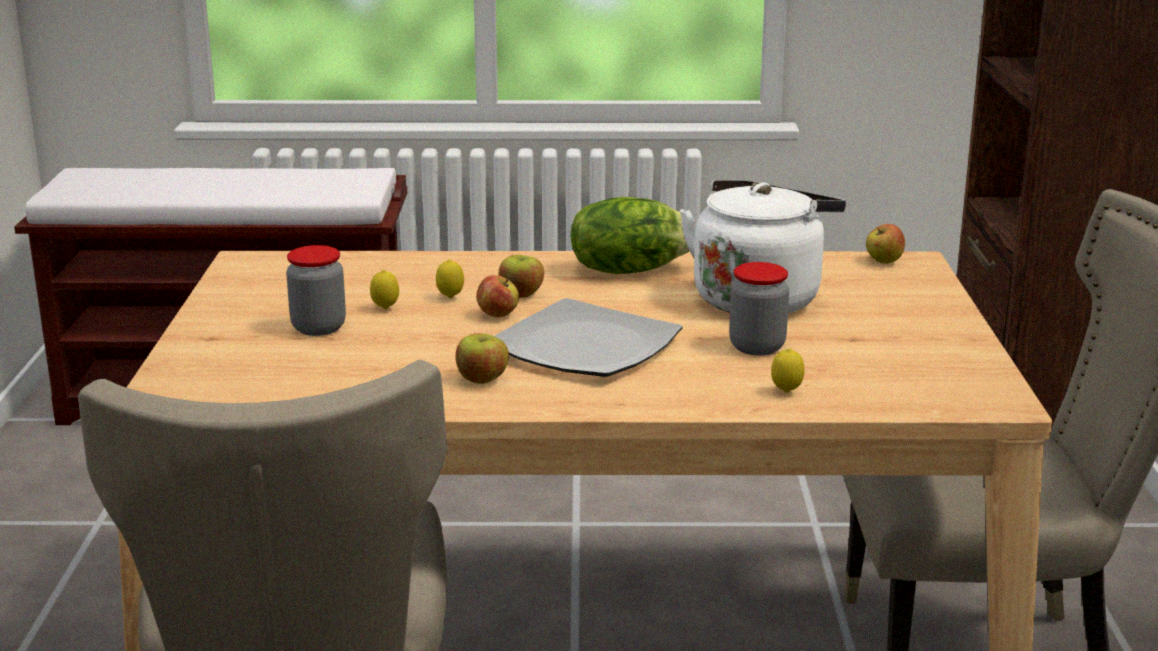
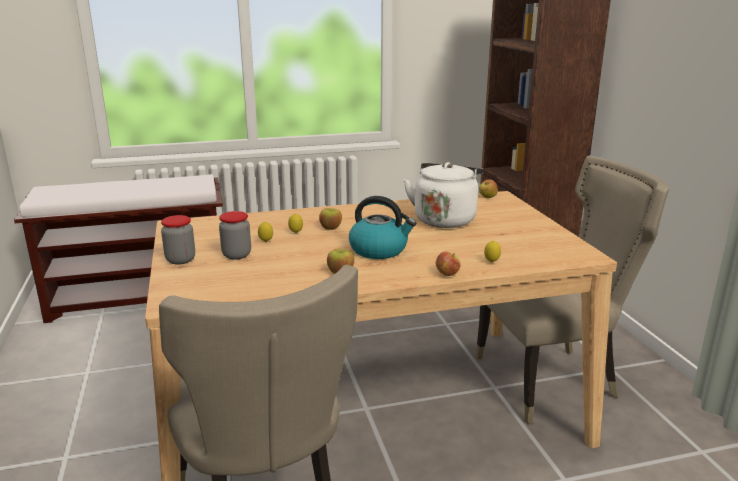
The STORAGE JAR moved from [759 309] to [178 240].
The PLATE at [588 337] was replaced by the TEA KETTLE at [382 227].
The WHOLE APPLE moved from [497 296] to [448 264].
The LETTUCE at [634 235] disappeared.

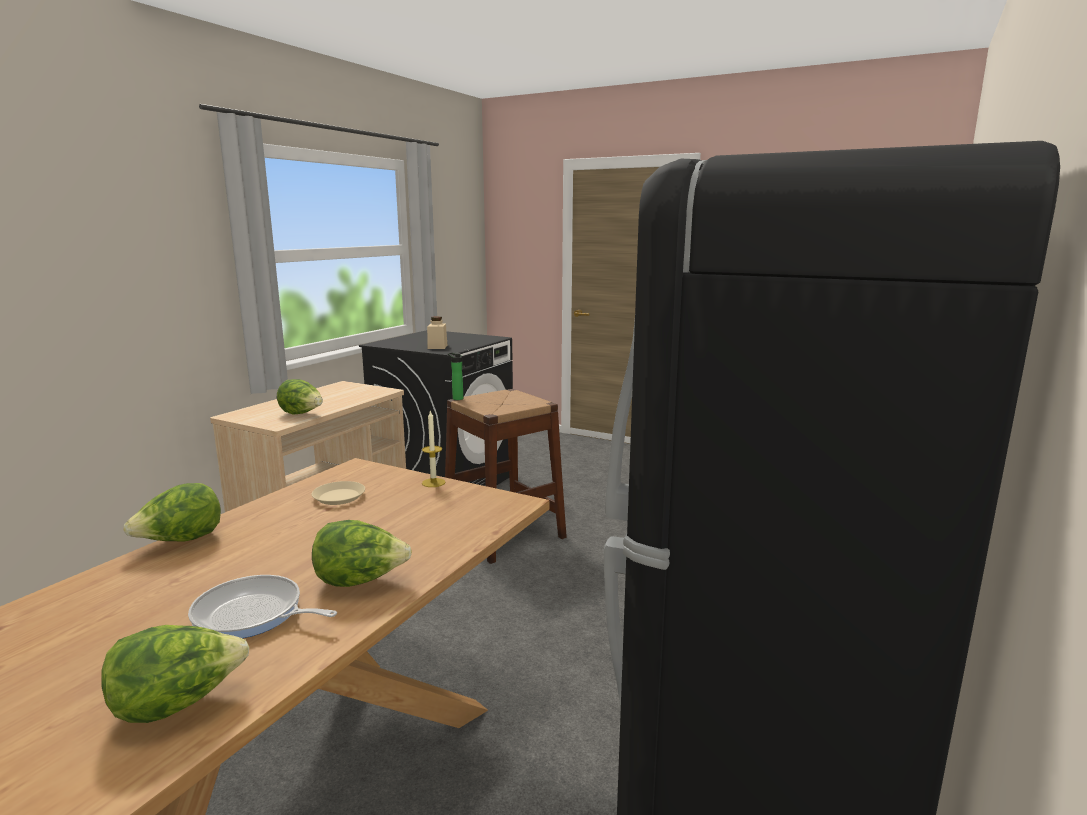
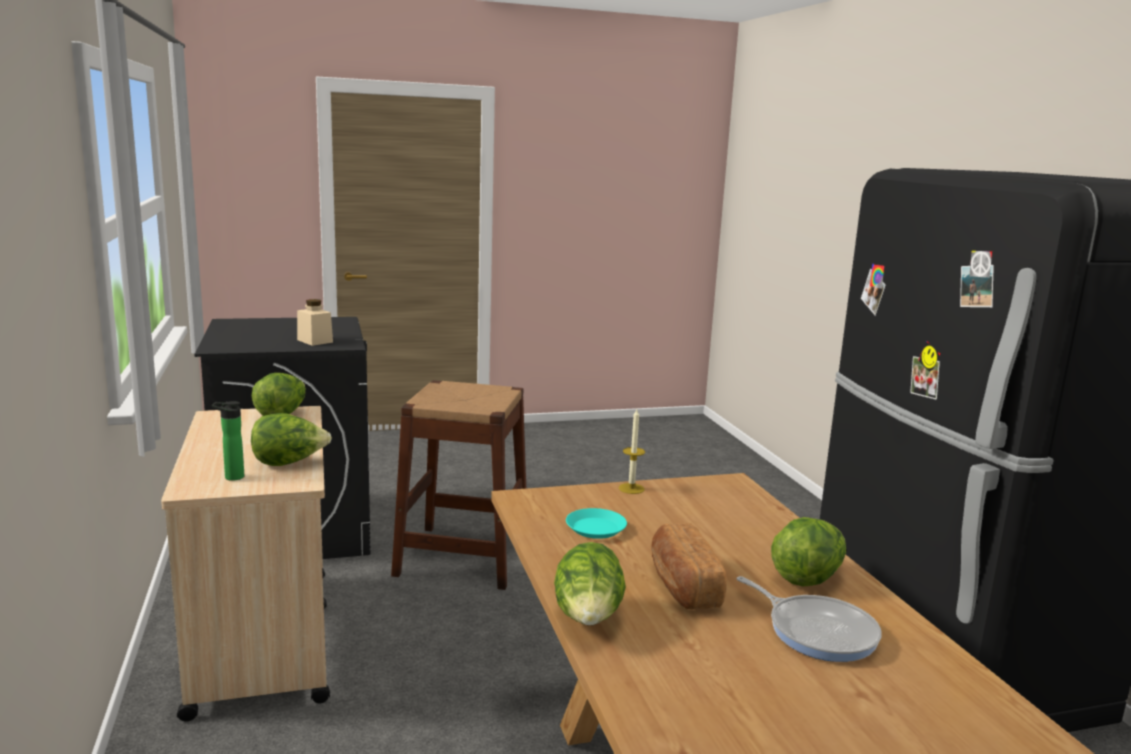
The DRINK BOTTLE moved from [455 376] to [228 441].
The LETTUCE moved from [175 674] to [279 394].
The BEIGE-COLOURED PLATE at [338 493] became the BLUE-GREEN PLATE at [596 523].
The BREAD at [689 566] appeared.
The PAN at [262 606] turned 105 degrees counterclockwise.

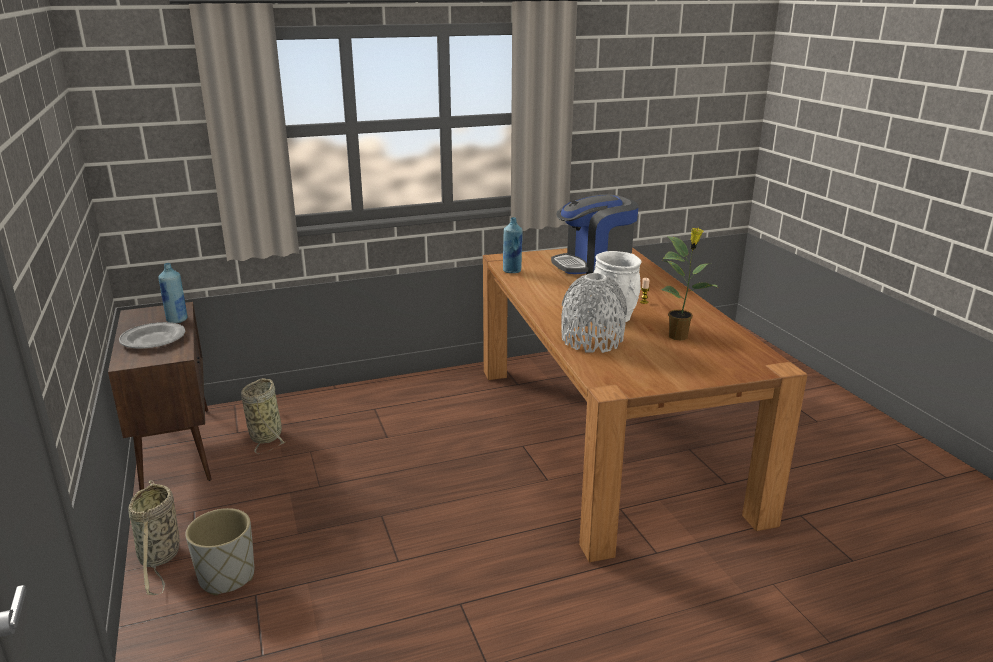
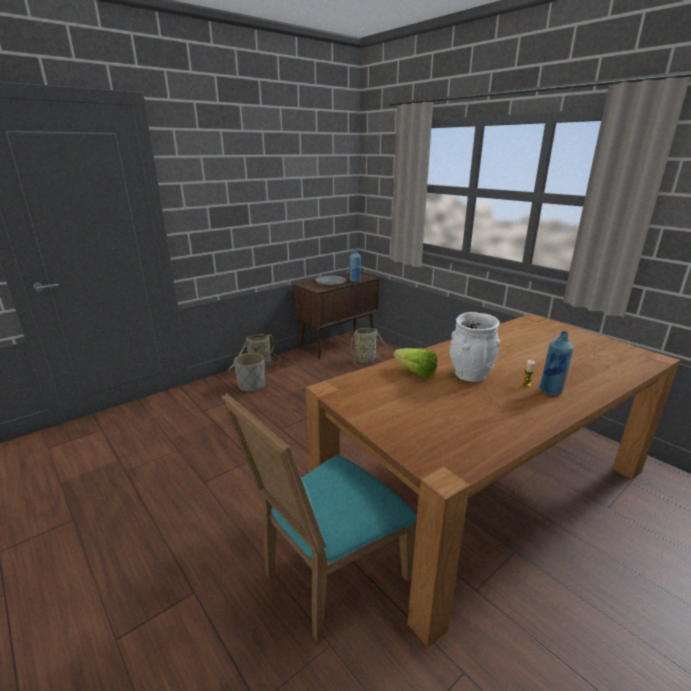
The BLUE-GREEN UPRIGHT CHAIR at [319 517] appeared.
The GREYISH VASE at [594 313] was replaced by the LETTUCE at [415 363].
The BLUISH DRINK BOTTLE moved from [513 245] to [556 363].
The COFFEE MAKER at [595 234] disappeared.
The PLANT IN A POT at [689 284] disappeared.

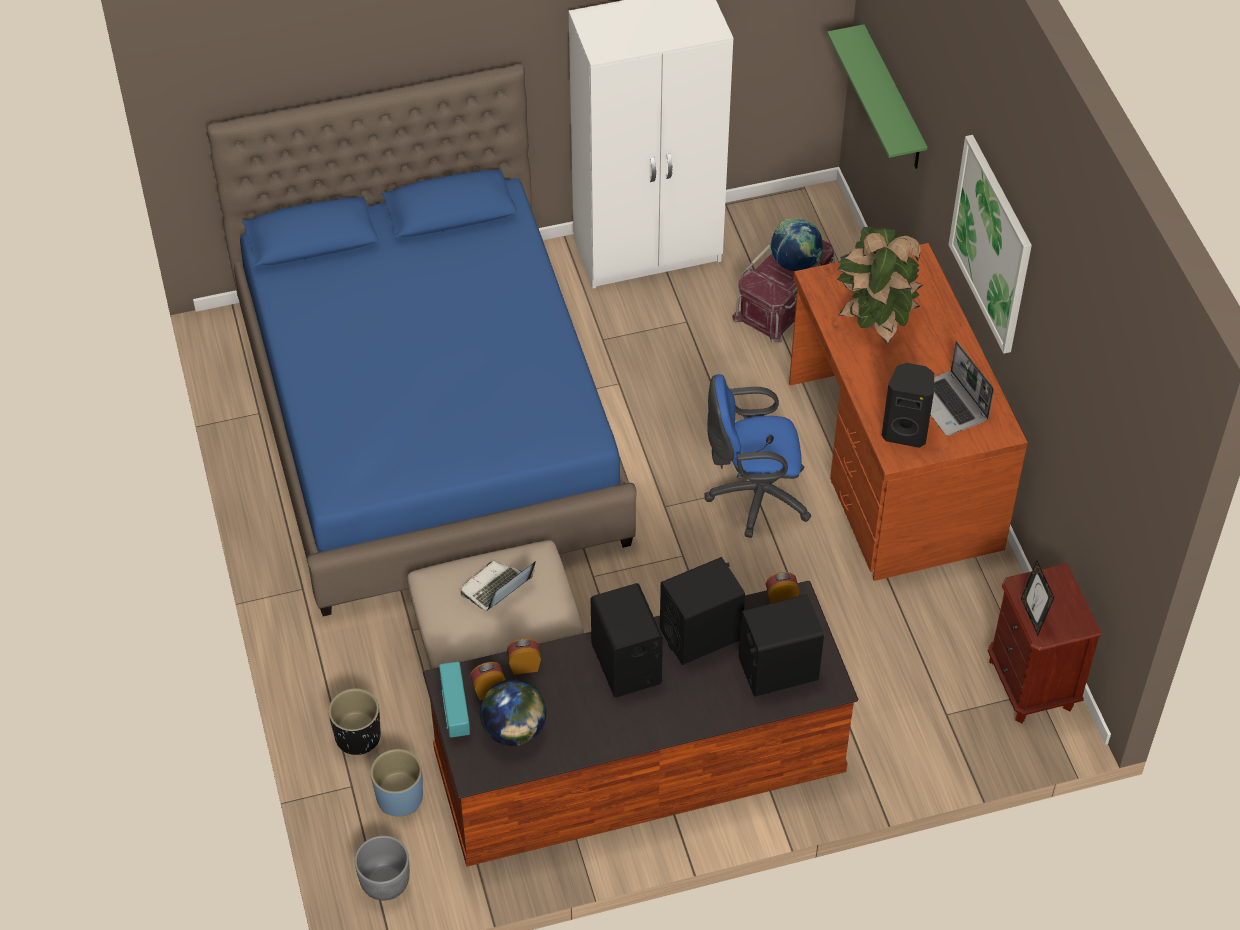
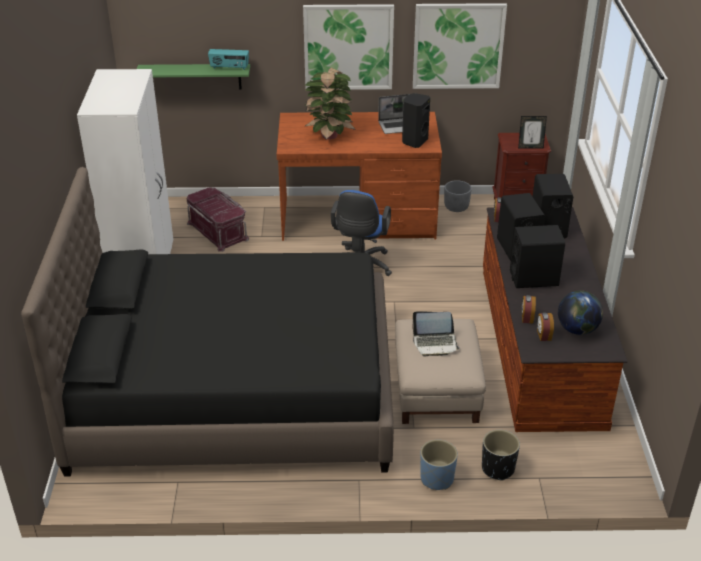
The BLUISH BED at [422 340] became the BLACK-COLOURED BED at [207 321].
The RADIO RECEIVER moved from [454 699] to [228 59].
The NOTEBOOK COMPUTER at [498 586] turned 60 degrees counterclockwise.
The WALL PICTURE at [460 46] appeared.
The BLUISH PLANT POT moved from [397 782] to [439 465].
The GREYISH PLANT POT moved from [382 868] to [458 196].
The GLOBE at [796 244] disappeared.

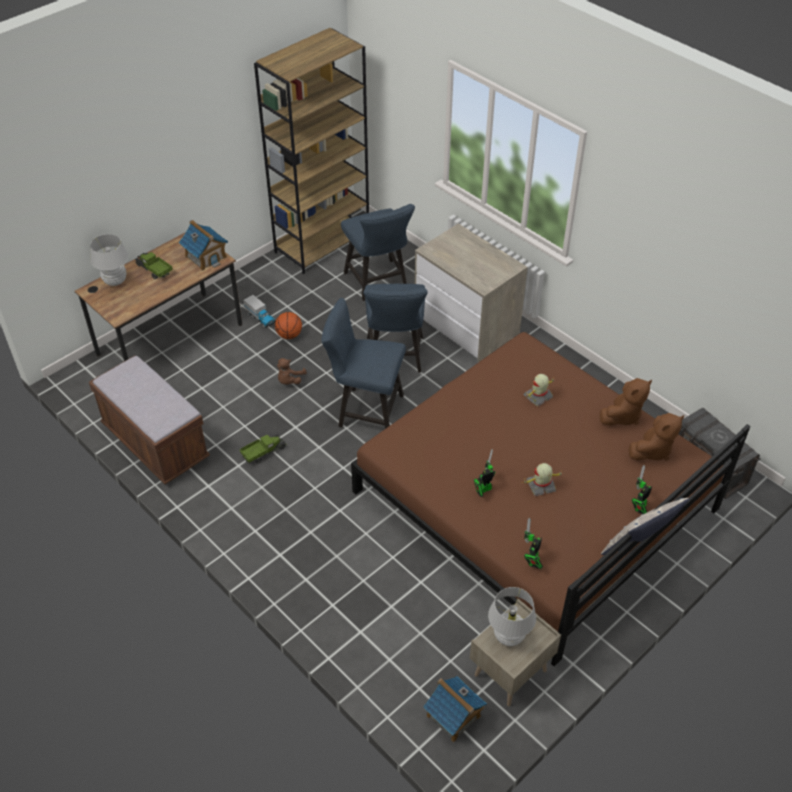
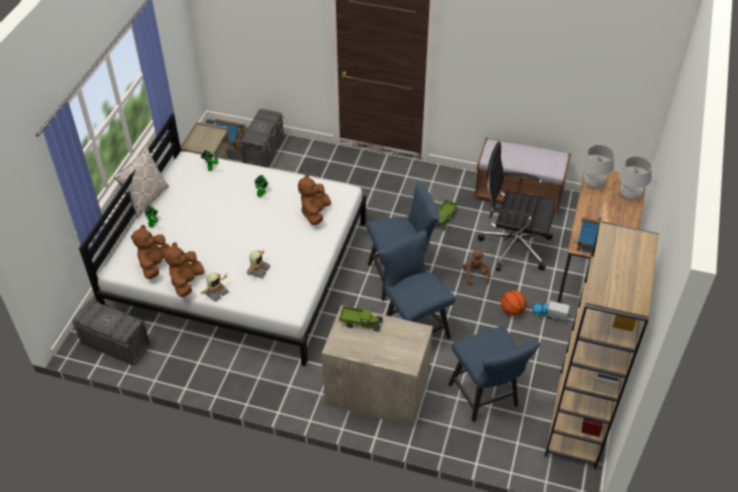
The BROWN BED at [550 499] became the WHITE BED at [222 239].
The TOY ROBOT moved from [542 479] to [215 287].
The GREYISH STORAGE BIN at [261 138] appeared.
The BROWN CUDDLY TOY at [314 199] appeared.
The TOY TRUCK moved from [154 266] to [361 319].
The BLUISH UPRIGHT CHAIR at [378 252] turned 150 degrees counterclockwise.
The BLACK-COLOURED DESK CHAIR at [517 206] appeared.
The WHITE TABLETOP LAMP moved from [512 616] to [598 166].

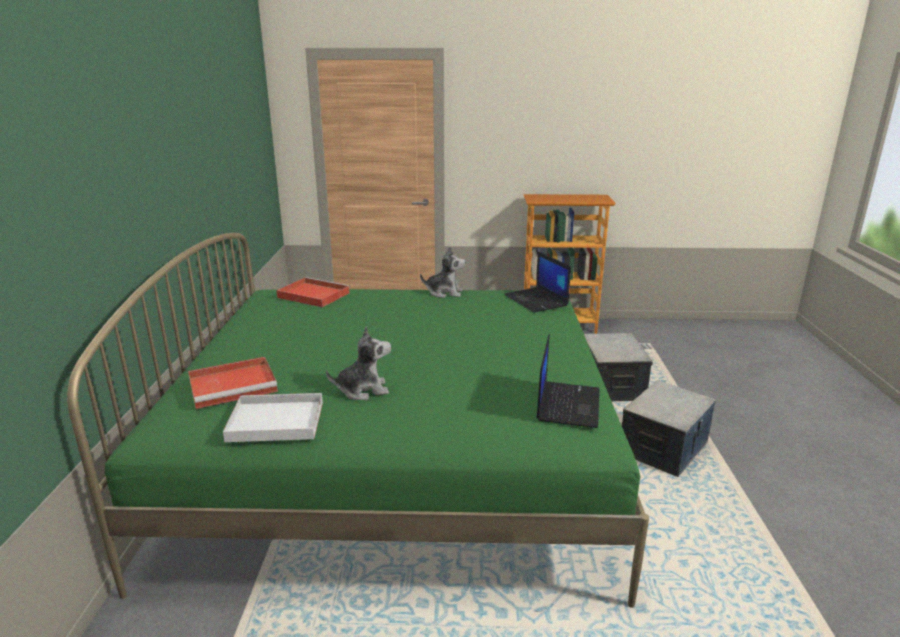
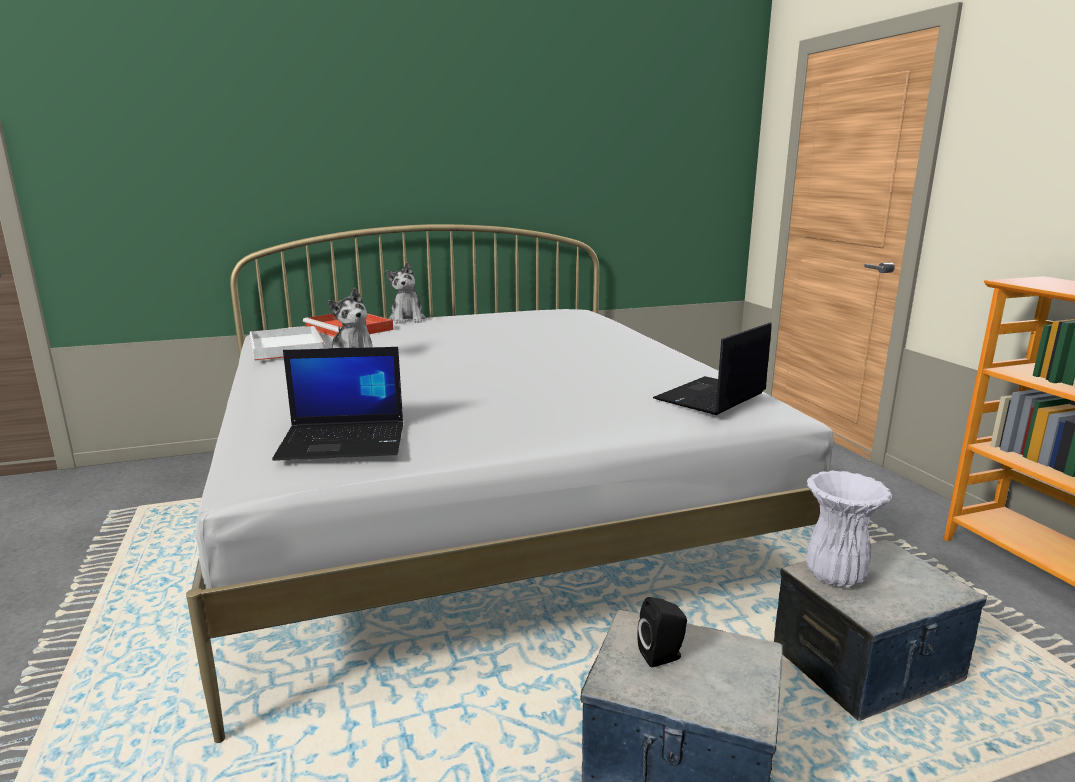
The GREEN-COLOURED BED at [358 420] became the WHITE BED at [510 483].
The CUDDLY TOY moved from [443 272] to [405 293].
The BLACK-COLOURED AUDIO SPEAKER at [662 632] appeared.
The WHITE VASE at [849 529] appeared.
The REDDISH TRAY at [313 292] disappeared.

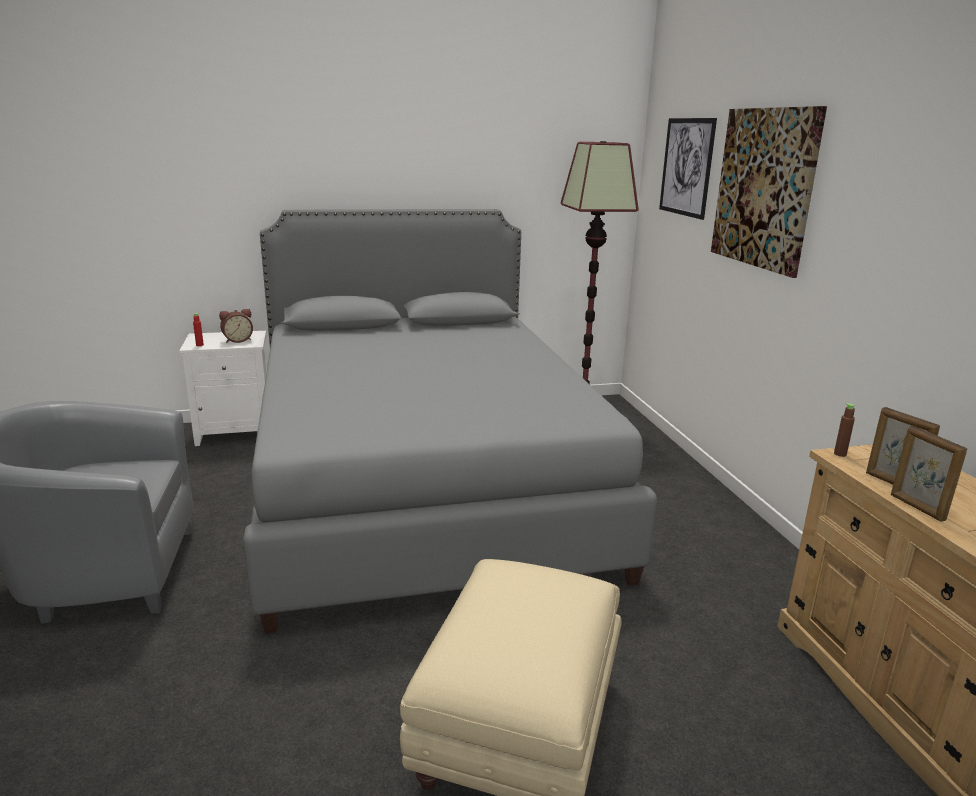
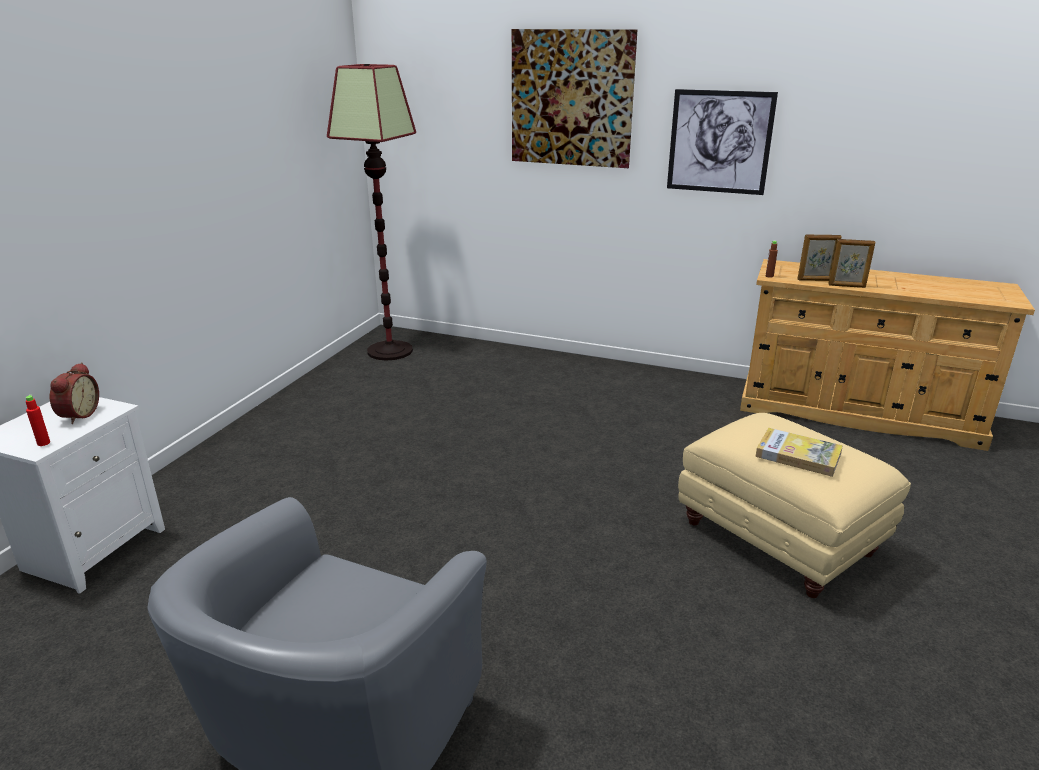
The WALL PICTURE moved from [688 169] to [722 142].
The BOUND BOOK at [799 452] appeared.
The GREYISH BED at [450 421] disappeared.

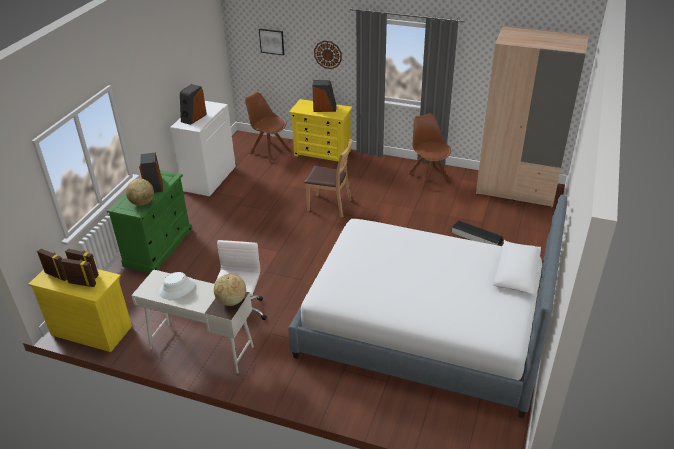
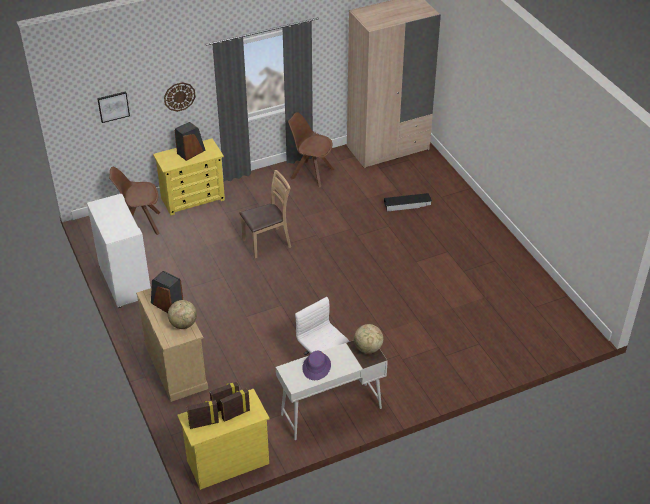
The GREEN-COLOURED CHEST OF DRAWERS at [149 221] became the BEIGE-COLOURED CHEST OF DRAWERS at [172 345].
The WHITE WEARABLE HAT at [177 285] became the PURPLE WEARABLE HAT at [316 365].
The AUDIO SPEAKER at [193 104] disappeared.
The BED at [427 306] disappeared.

